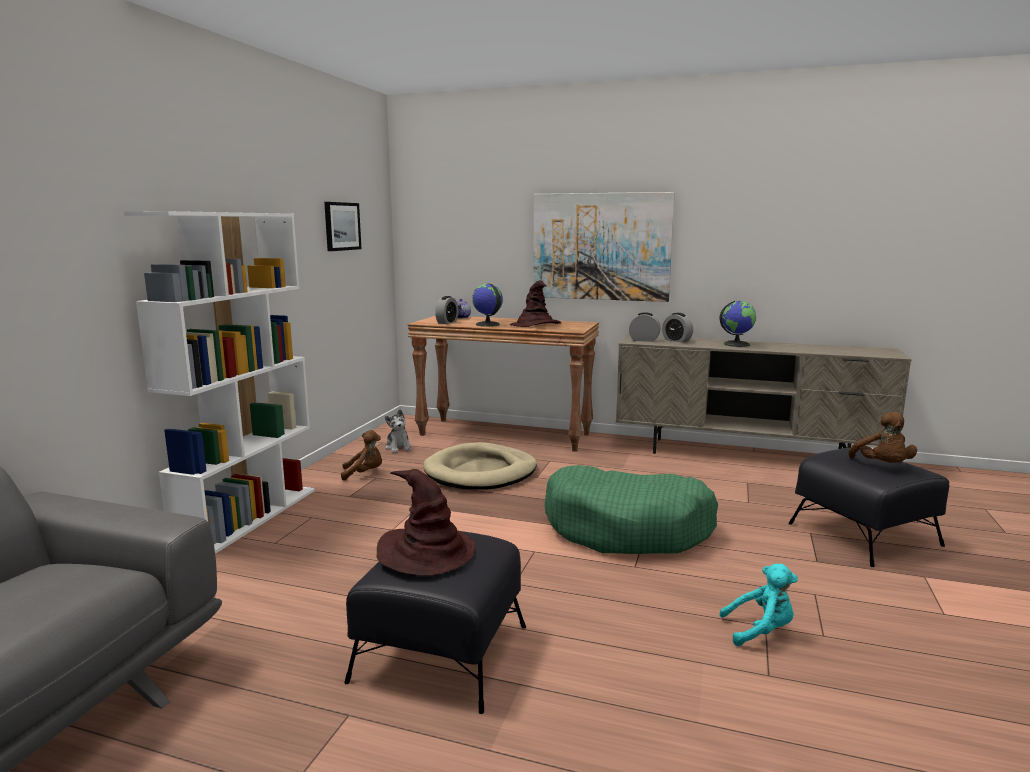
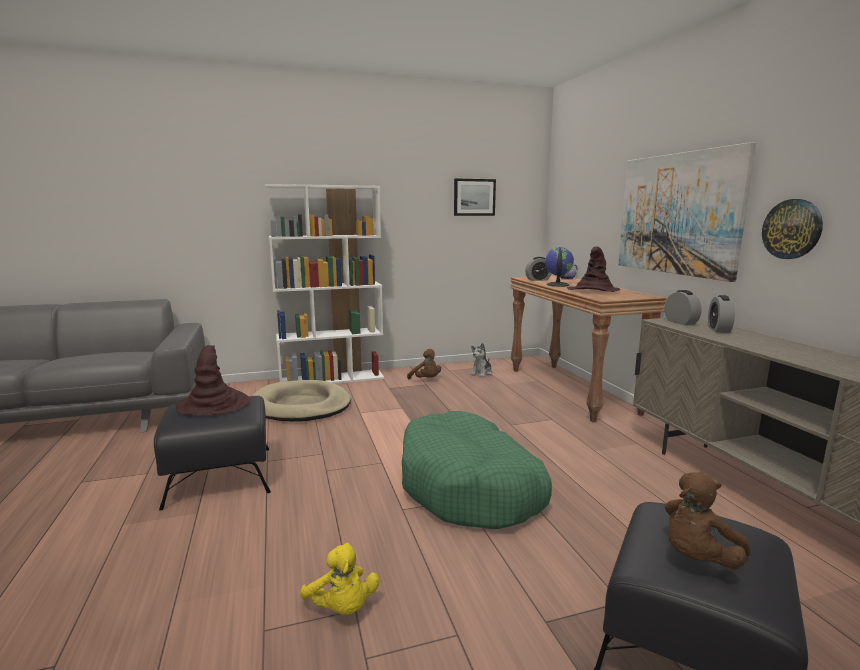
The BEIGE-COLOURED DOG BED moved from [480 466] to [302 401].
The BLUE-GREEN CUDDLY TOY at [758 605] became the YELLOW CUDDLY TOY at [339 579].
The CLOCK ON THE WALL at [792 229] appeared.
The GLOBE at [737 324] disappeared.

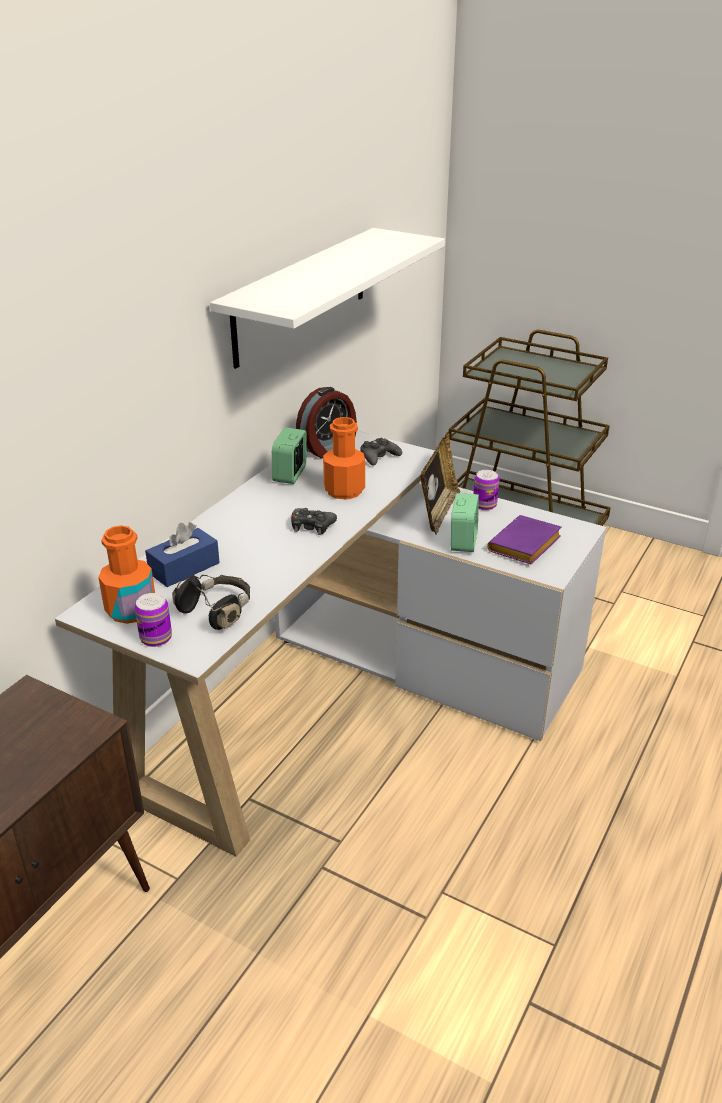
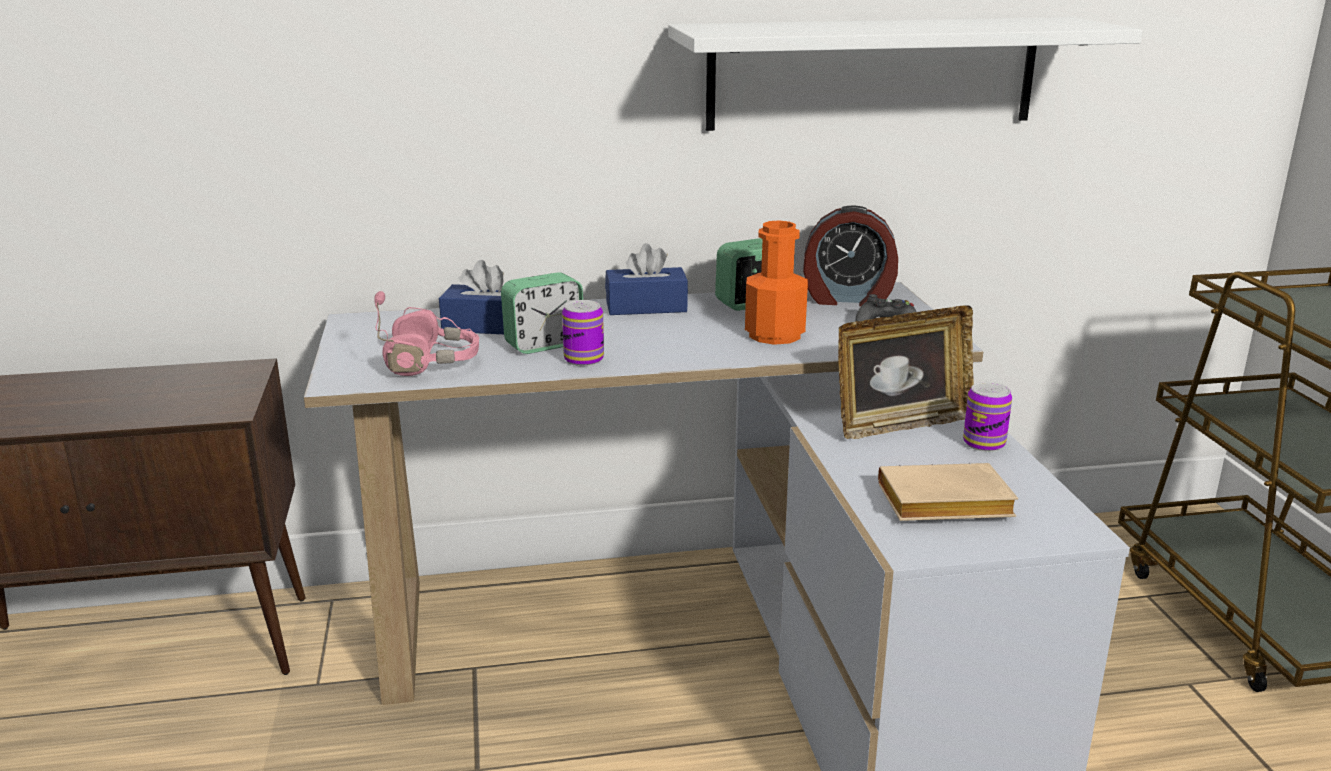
The BLACK-COLOURED HEADPHONES at [211 602] became the PINK HEADPHONES at [426 333].
The ALARM CLOCK moved from [465 522] to [542 313].
The METAL CAN moved from [153 620] to [583 333].
The BLUISH TISSUE BOX at [646 279] appeared.
The PURPLE BOUND BOOK at [524 540] became the BEIGE-COLOURED BOUND BOOK at [948 492].
The ORANGE DRINK BOTTLE at [126 574] disappeared.
The BLACK-COLOURED GAMEPAD at [314 521] disappeared.

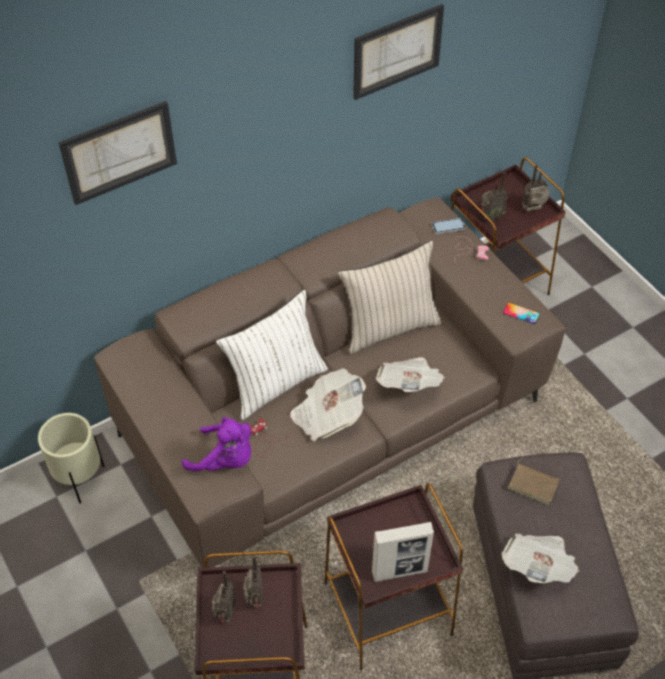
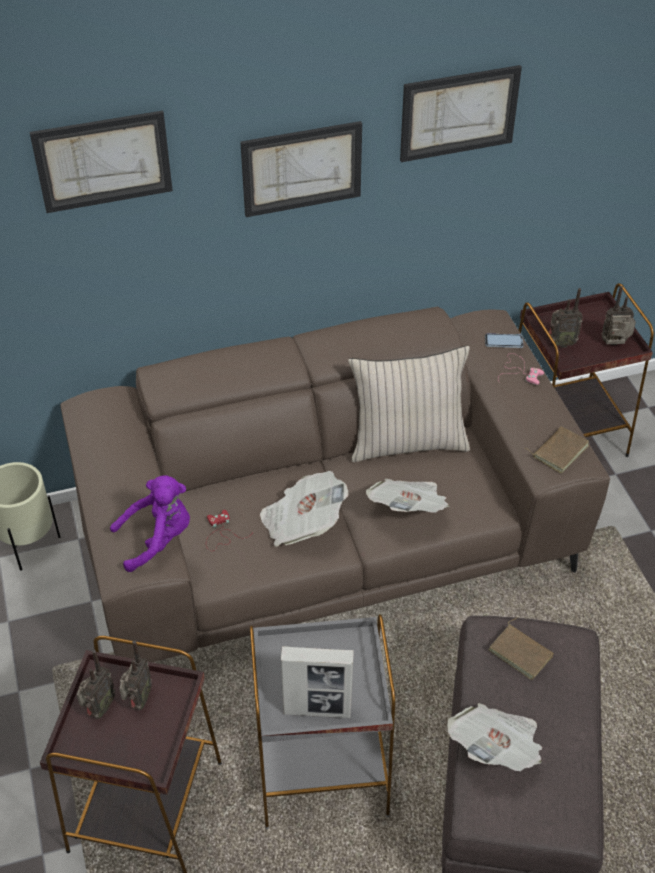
The PURPLE CUDDLY TOY at [216 444] turned 60 degrees counterclockwise.
The WALL PICTURE at [301 169] appeared.
The BROWN SIDE TABLE at [393 576] became the GREYISH SIDE TABLE at [322 721].
The PHONE at [521 313] was replaced by the BROWN BOUND BOOK at [556 450].
The WHITE PILLOW at [272 354] disappeared.

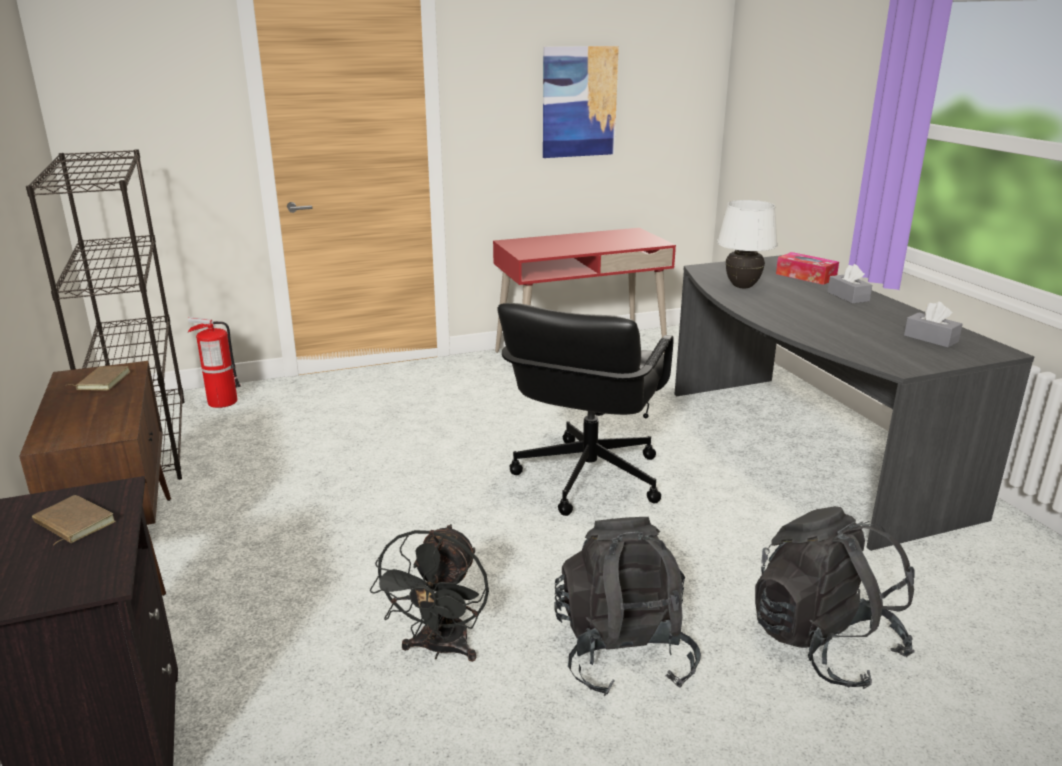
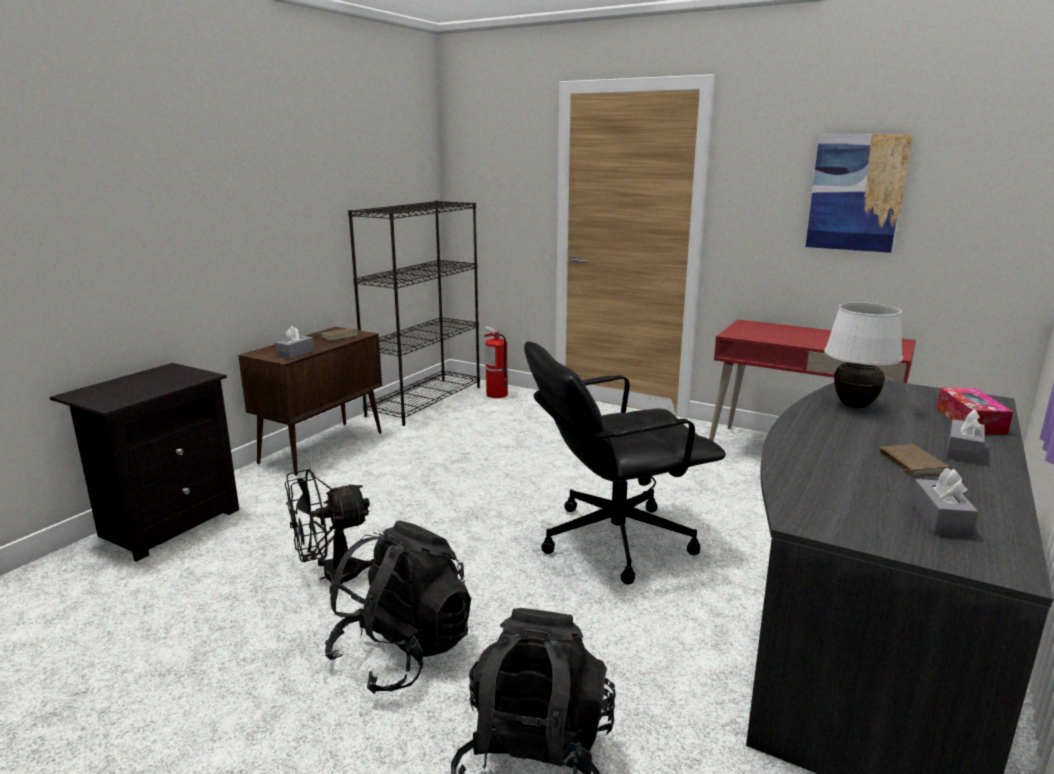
The GREYISH TISSUE BOX at [294 342] appeared.
The BROWN BOUND BOOK moved from [73 520] to [914 459].

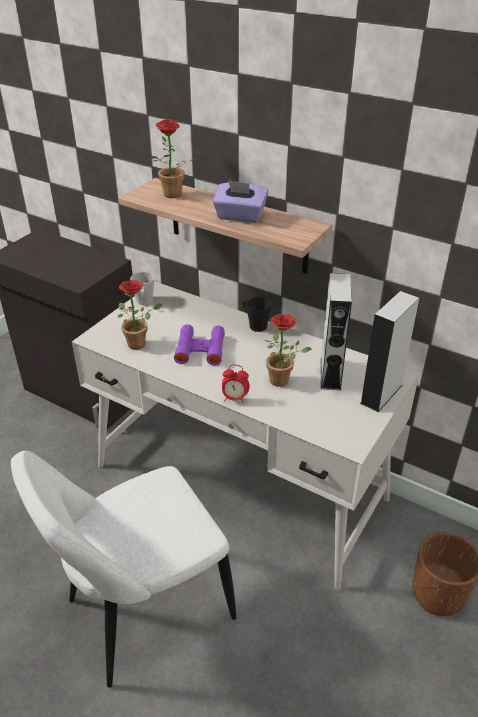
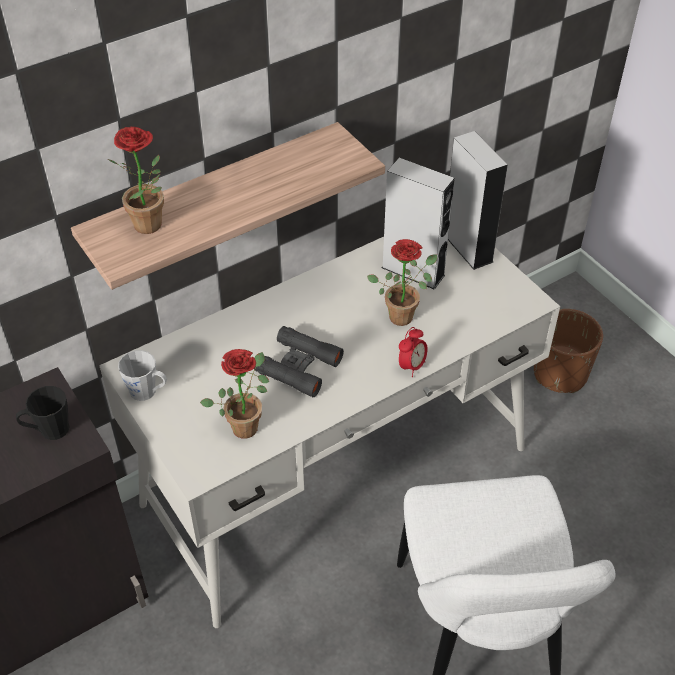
The BLACK-COLOURED TEA MUG moved from [257 314] to [43 413].
The PURPLE FIELD GLASSES at [199 344] became the BLACK-COLOURED FIELD GLASSES at [299 361].
The PURPLE TISSUE BOX at [240 201] disappeared.

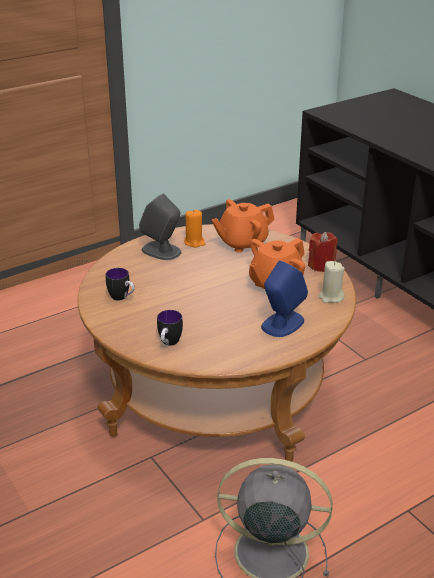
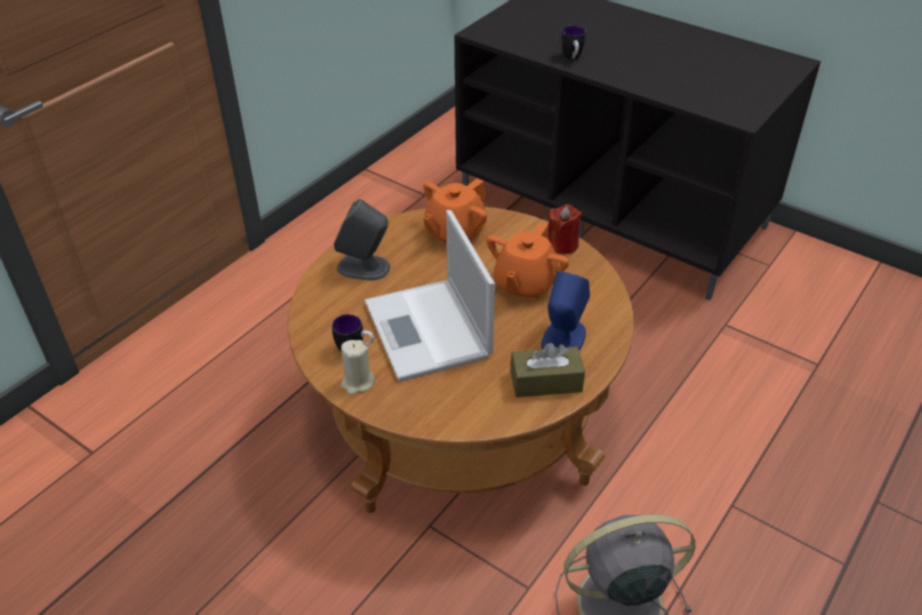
The BEIGE-COLOURED CANDLE moved from [332 282] to [358 367].
The NOTEBOOK COMPUTER at [430 296] appeared.
The BROWN TISSUE BOX at [548 370] appeared.
The TEA MUG moved from [170 328] to [573 43].
The ORANGE CANDLE at [194 229] disappeared.

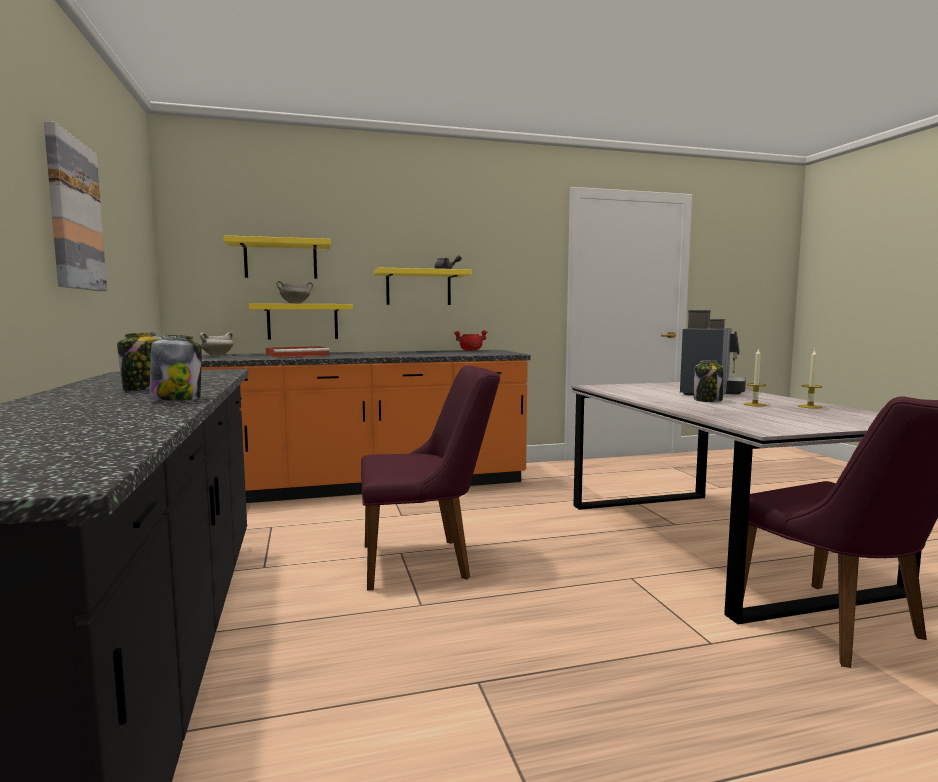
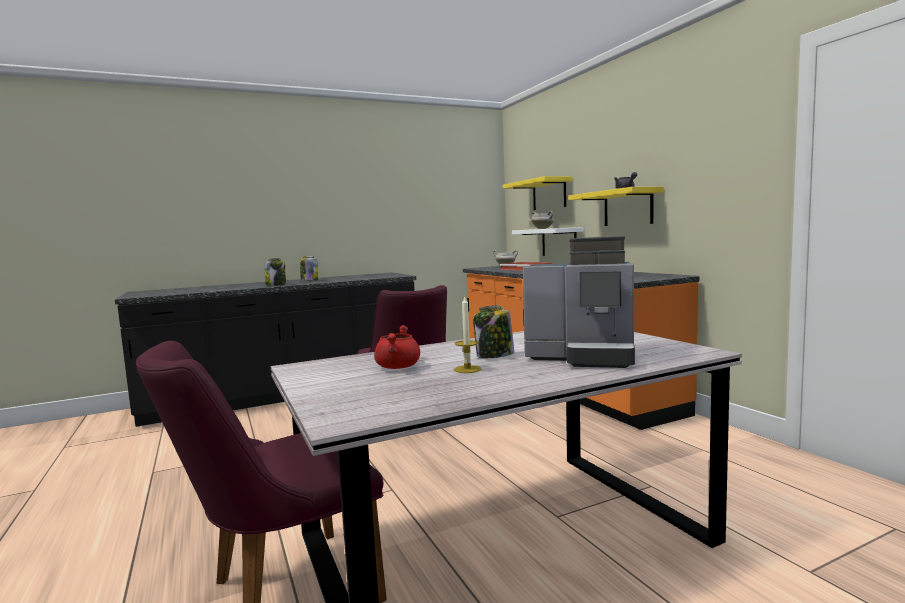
The REDDISH STOCKPOT moved from [471 340] to [397 347].
The YELLOW SHELF at [301 321] became the WHITE SHELF at [547 241].
The WALL PICTURE at [75 206] disappeared.
The CANDLE at [810 379] disappeared.

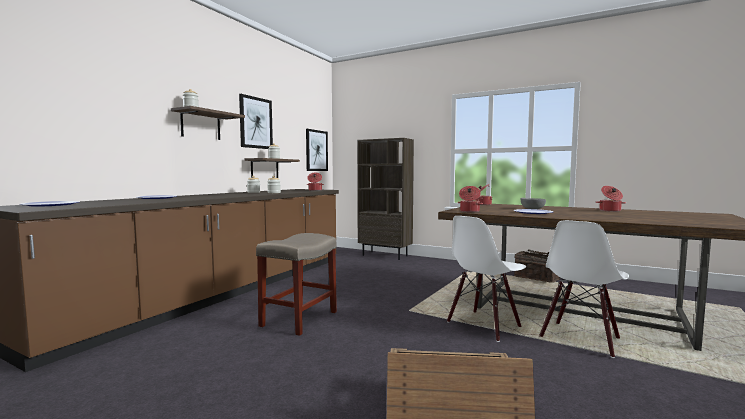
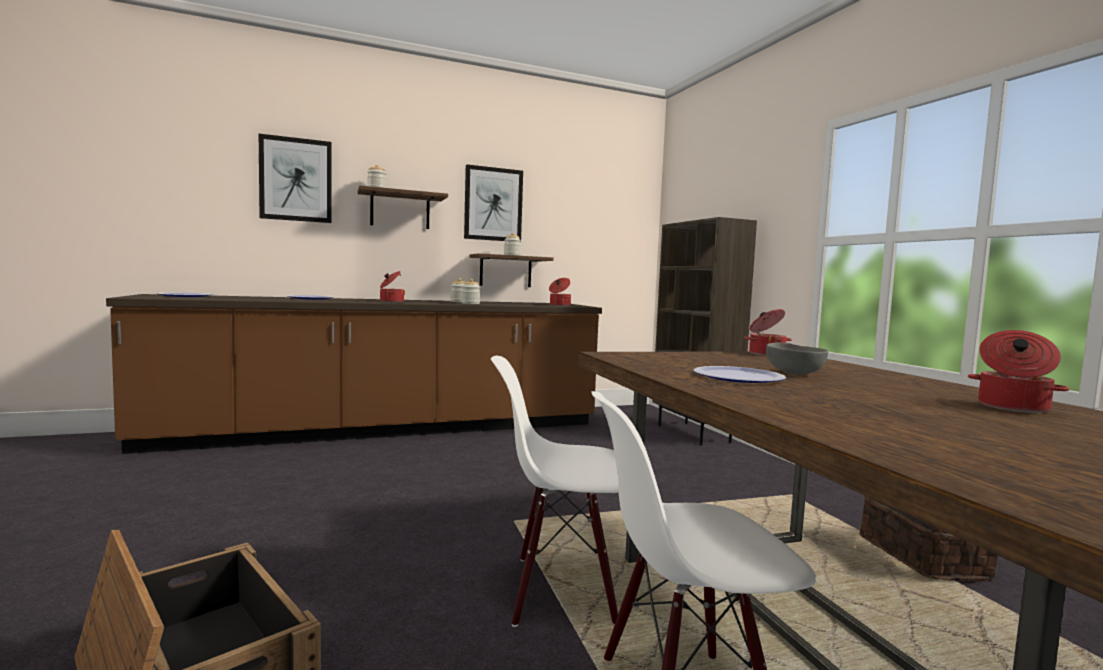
The WALL PICTURE moved from [317 150] to [295 178].
The STOCKPOT moved from [470 199] to [392 287].
The BEIGE-COLOURED SITTING STOOL at [296 284] disappeared.

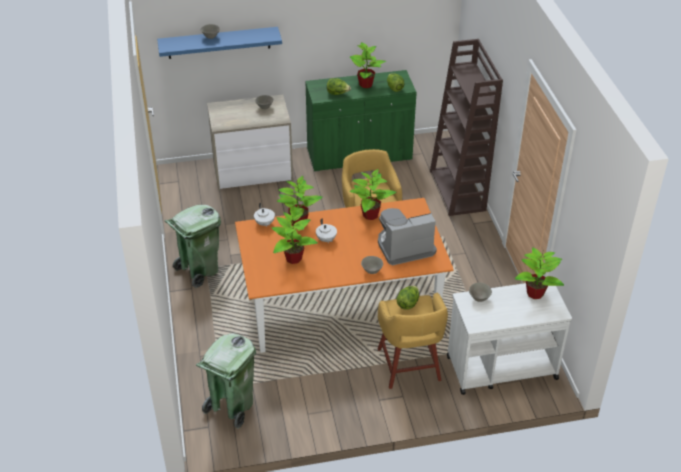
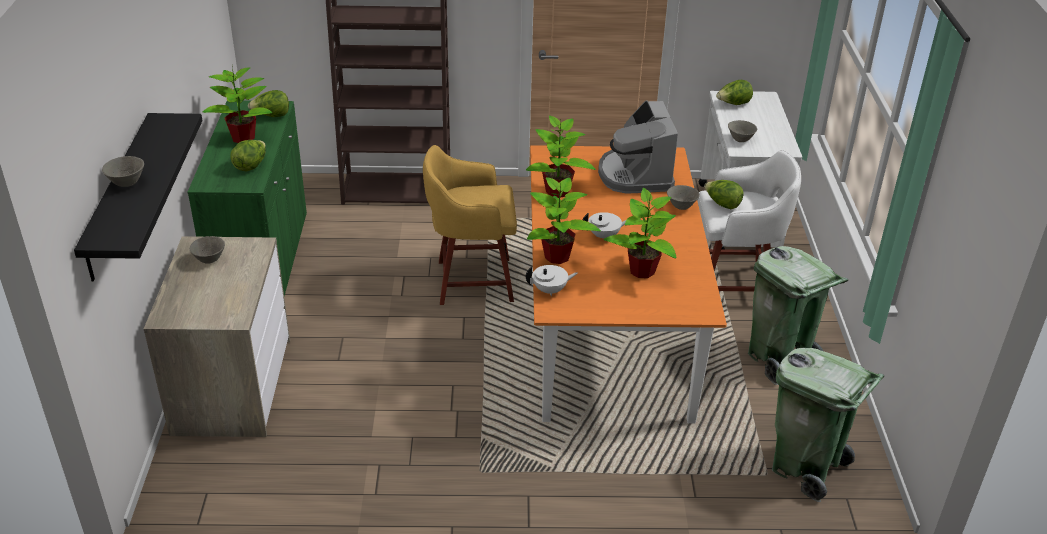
The BLUISH SHELF at [219 43] became the BLACK-COLOURED SHELF at [138 197].
The YELLOW SITTING STOOL at [412 341] became the WHITE SITTING STOOL at [749 220].
The PLANT IN A POT at [539 273] was replaced by the LETTUCE at [734 92].
The GREEN-COLOURED RUBBISH BIN moved from [193 246] to [798 315].

